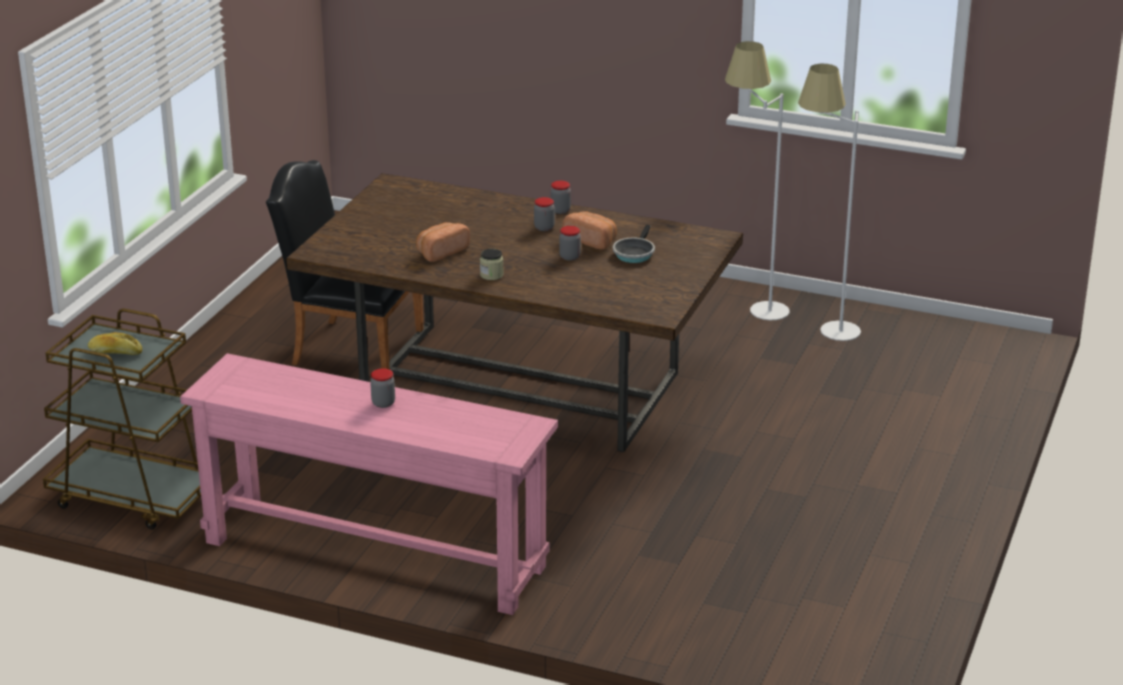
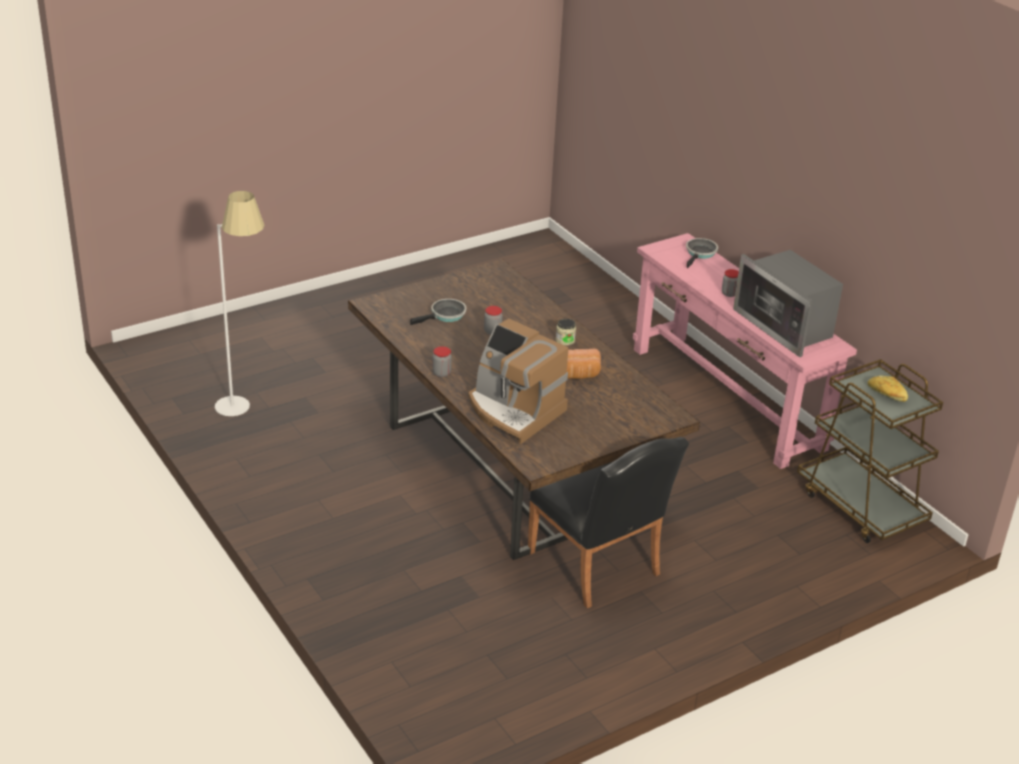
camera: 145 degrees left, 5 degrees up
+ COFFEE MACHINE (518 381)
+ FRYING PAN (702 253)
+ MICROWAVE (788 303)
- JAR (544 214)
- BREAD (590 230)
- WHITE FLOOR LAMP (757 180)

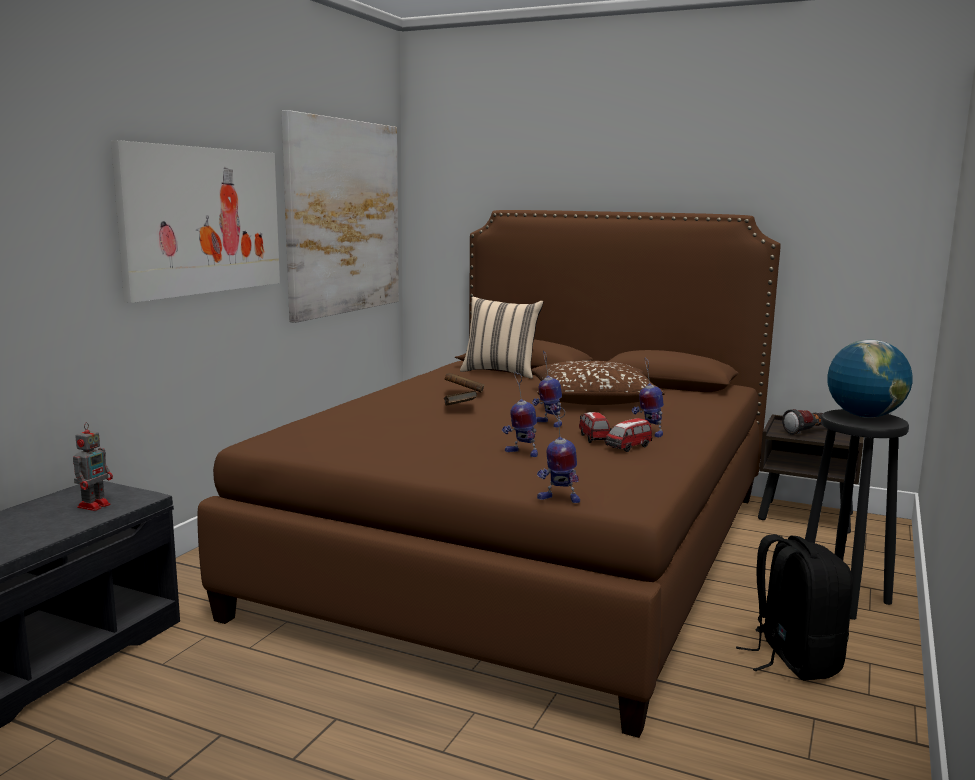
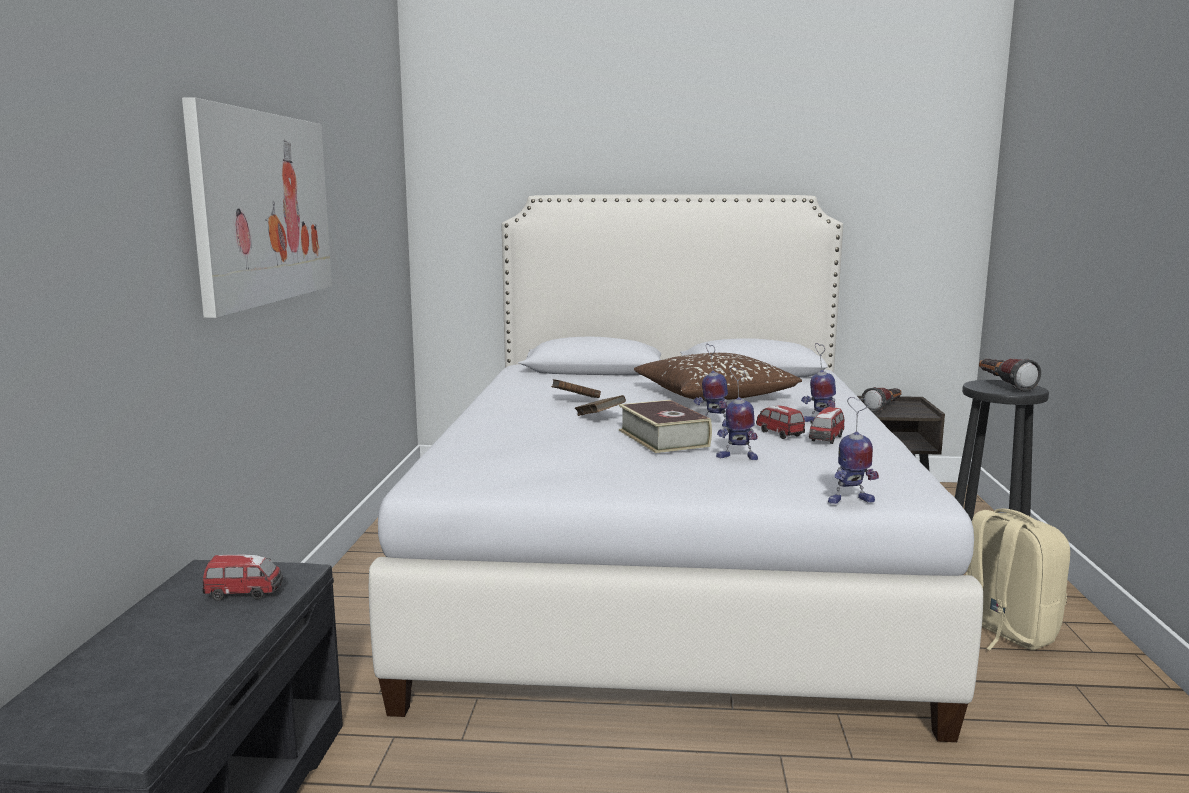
camera: 20 degrees left, 0 degrees up
~ TOY ROBOT (93 466) to TOY CAR (243 578)
~ BROWN BED (489 474) to WHITE BED (676 468)
+ BOOK (665 426)
~ BLACK BACKPACK (794 607) to BEIGE BACKPACK (1018 579)
~ GLOBE (870 378) to FLASHLIGHT (1010 375)
- PICTURE (340 216)
- BEIGE PILLOW (501 338)

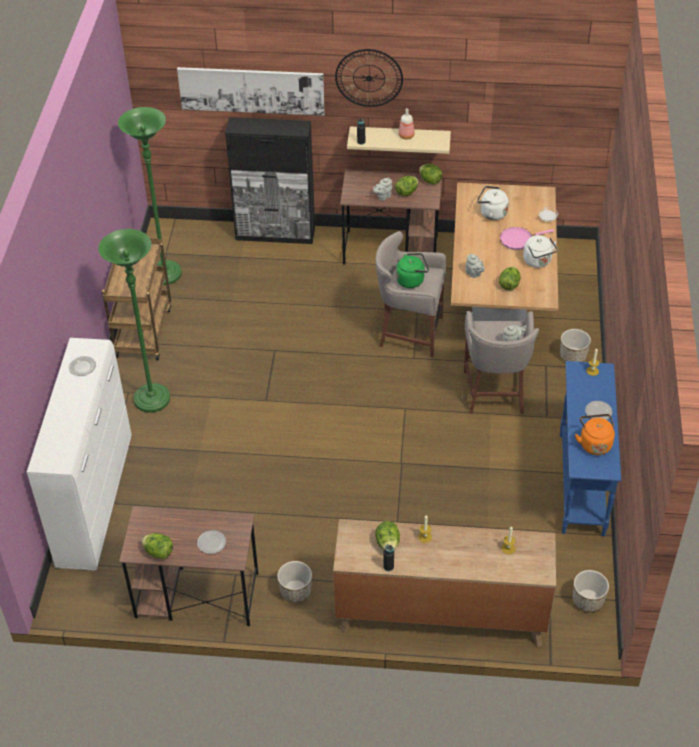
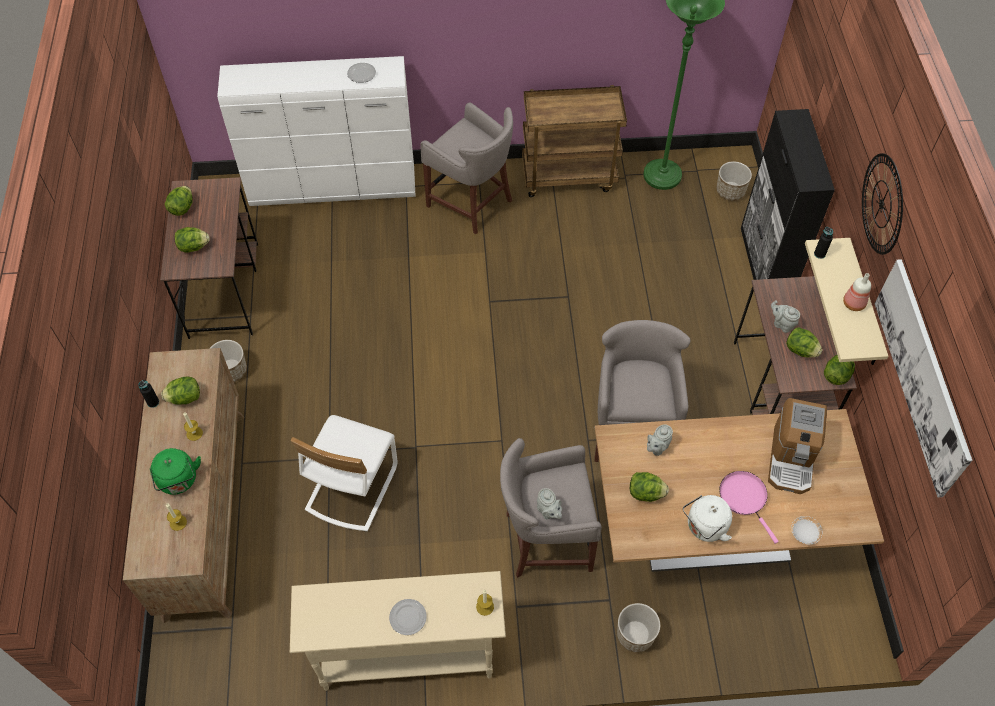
camera: 80 degrees right, 10 degrees up
~ GREEN KETTLE (412 270) to (175 471)
~ PLATE (211 542) to LETTUCE (192 239)
~ BLUE CONSOLE TABLE (590 449) to BEIGE CONSOLE TABLE (398 631)
+ WHITE CHAIR (344 473)
~ GREEN FLOOR LAMP (134 321) to GREY STOOL (466 168)
~ PLANTER (591 591) to (734 181)
~ WHITE KETTLE (493 203) to COFFEE MACHINE (797 446)
~ PICTURE (251 91) to (923 378)
- ORANGE KETTLE (595 434)

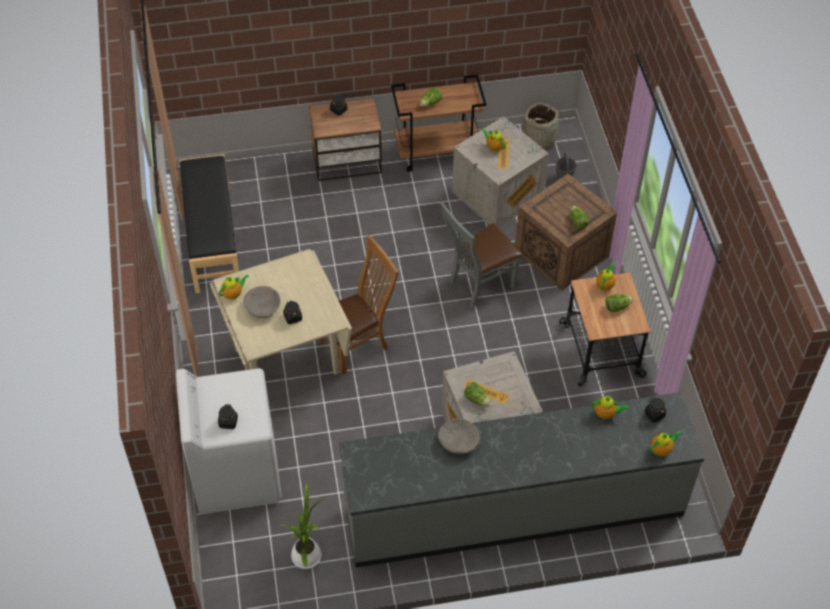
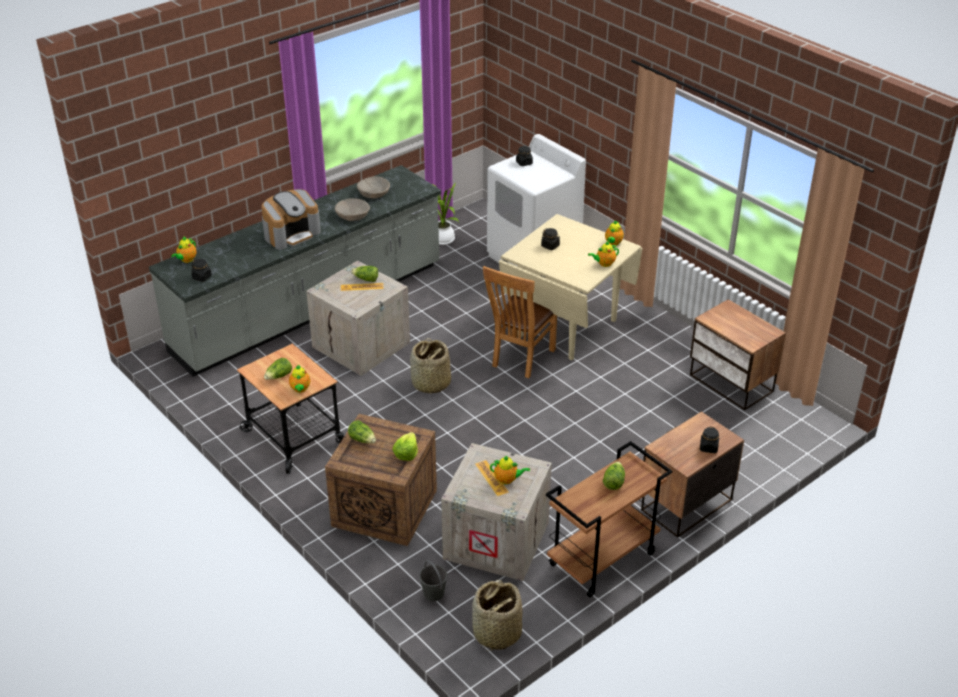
camera: 150 degrees right, 15 degrees down
+ COFFEE MACHINE (291 219)
~ BEIGE BOWL (262 302) to (373 187)
+ LETTUCE (405 446)
+ BASKET (430 366)
~ TEAPOT (610 407) to (603 254)
~ BLACK BENCH (209 223) to NIGHTSTAND (738 354)
- GREY CHAIR (481 255)

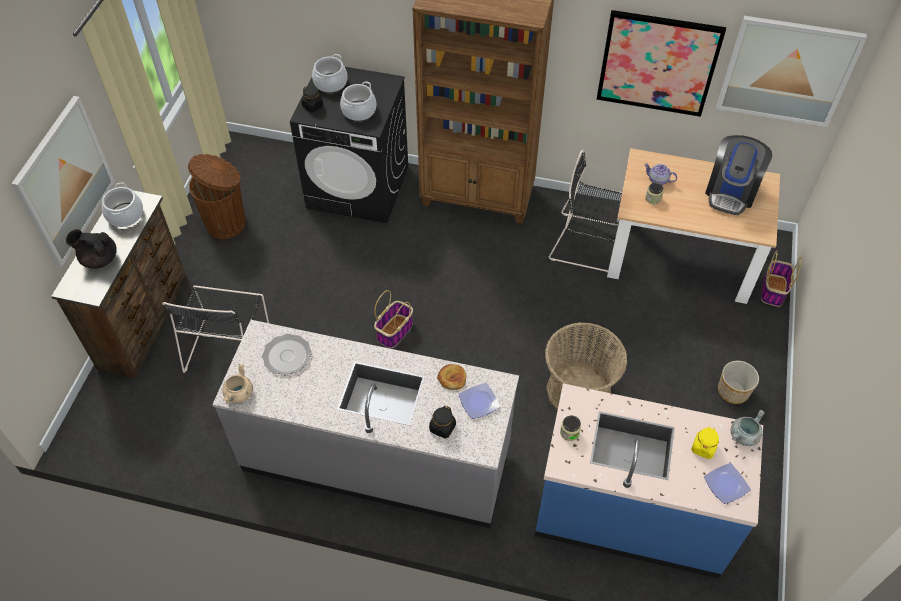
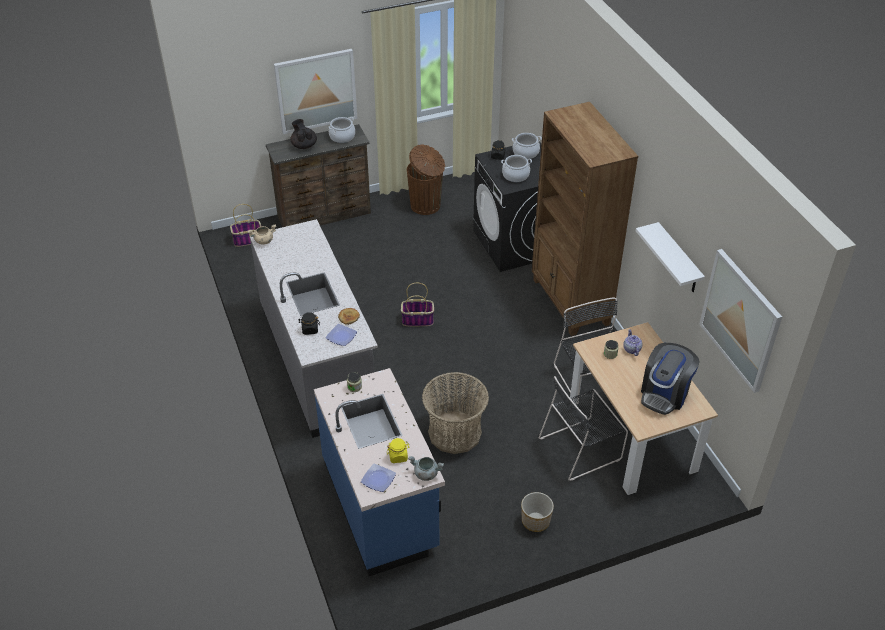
camera: 55 degrees right, 10 degrees down
~ BASKET (781 278) to (245 225)
~ BLACK CHAIR (215 329) to (583 428)
~ PICTURE (661 63) to WHITE SHELF (670 257)
~ COFFEE MACHINE (738 175) = (670 379) 45 degrees counterclockwise
- PLATE (287 354)

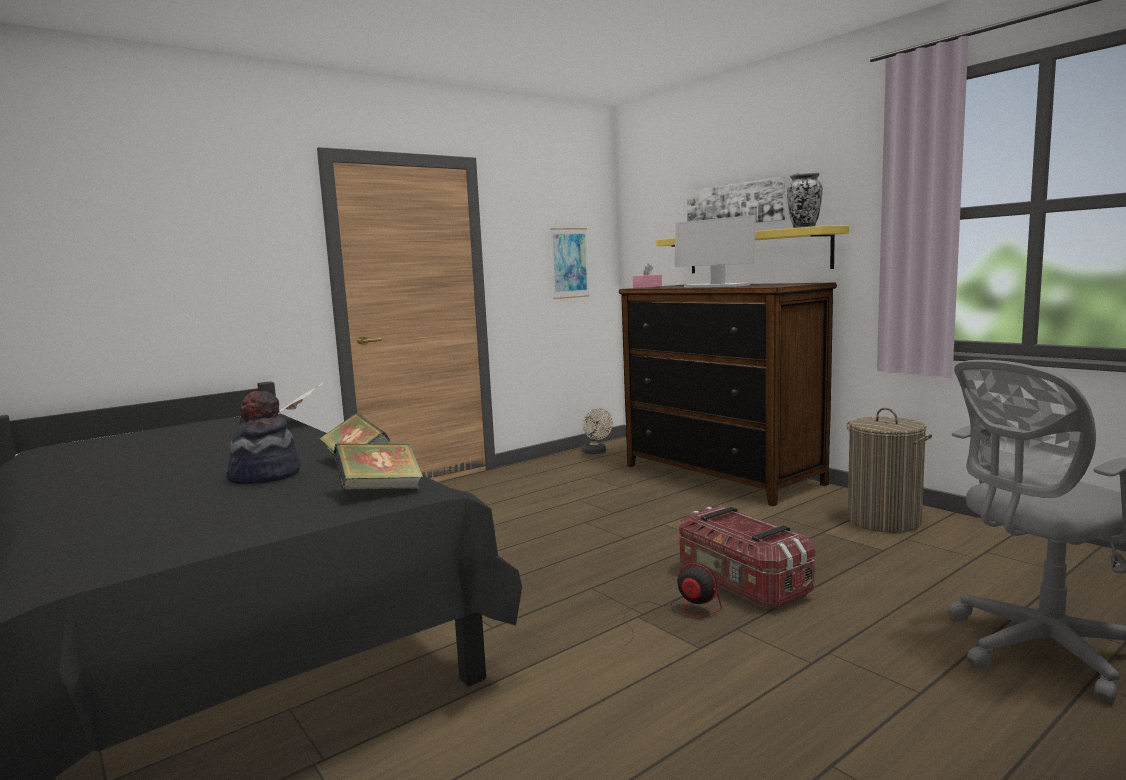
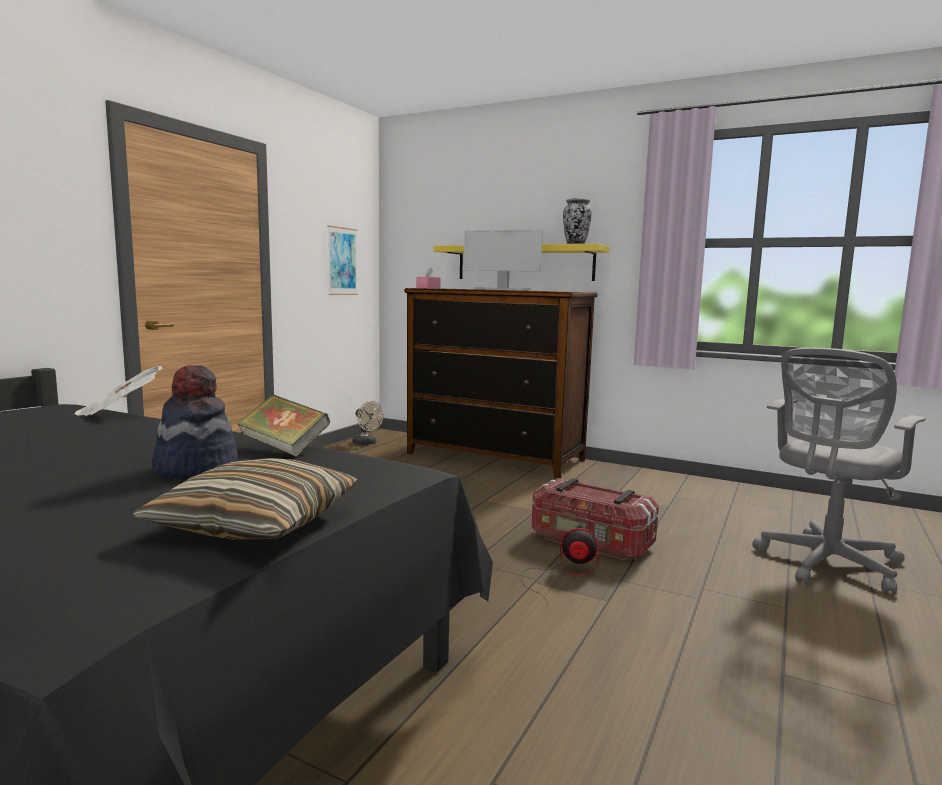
camera: 25 degrees left, 0 degrees up
+ PILLOW (245 499)
- BOOK (378 466)
- PICTURE (736 200)
- LAUNDRY BASKET (889 470)

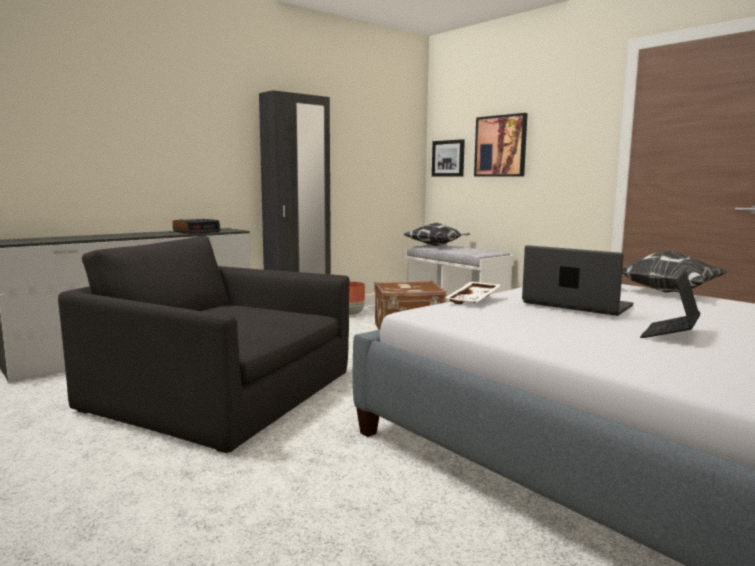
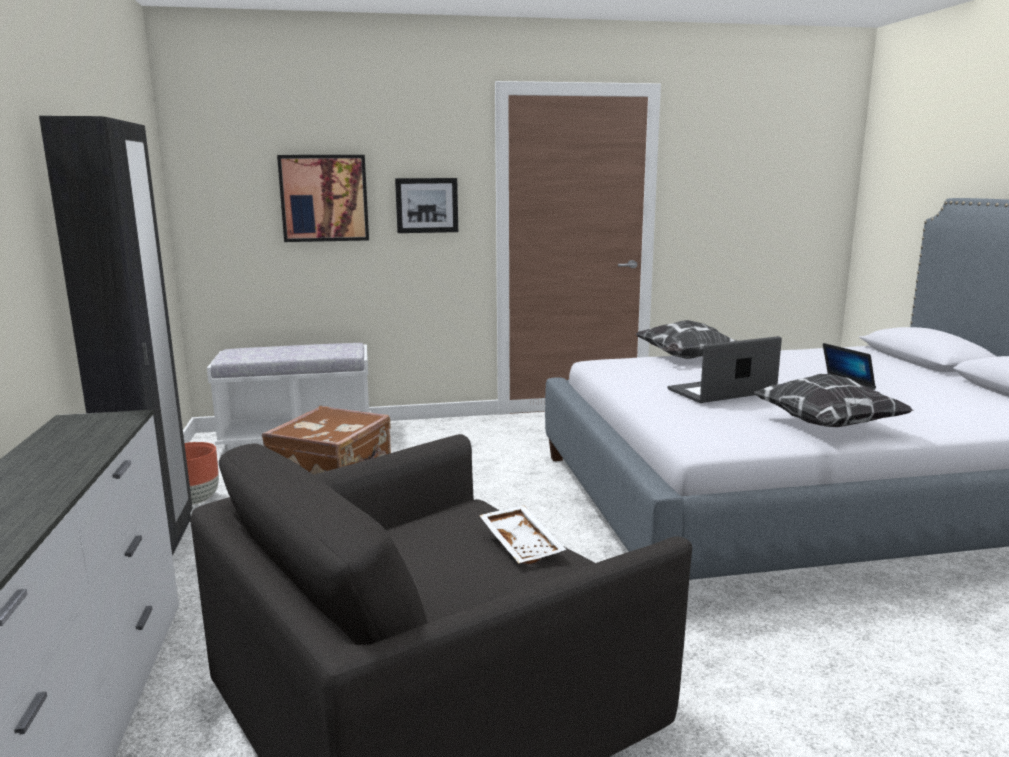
camera: 60 degrees left, 5 degrees up
~ PICTURE (448 158) to (426 205)
~ WHITE TRAY (473 293) to (523 534)
~ PILLOW (437 234) to (833 400)
- ALARM CLOCK (196 226)

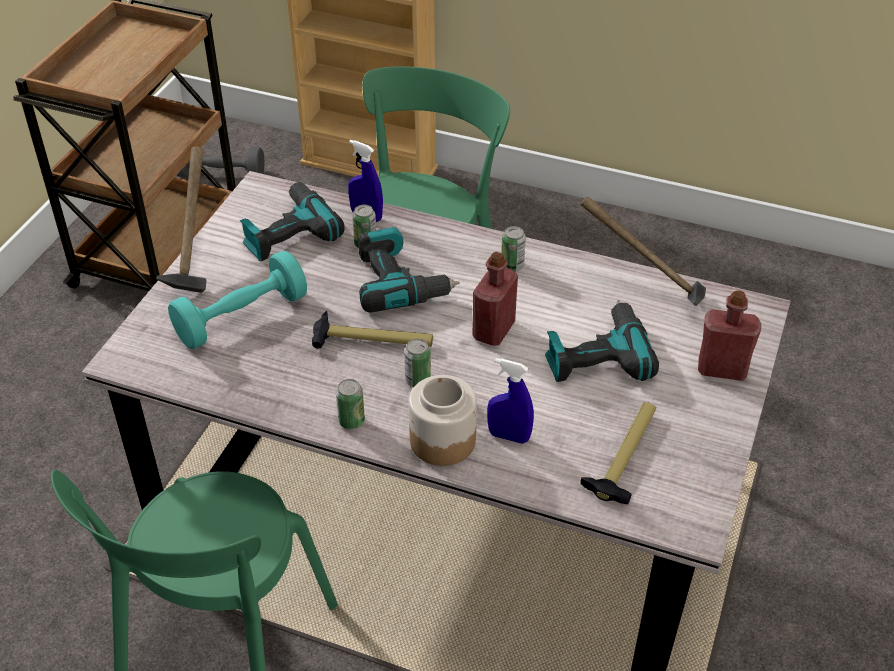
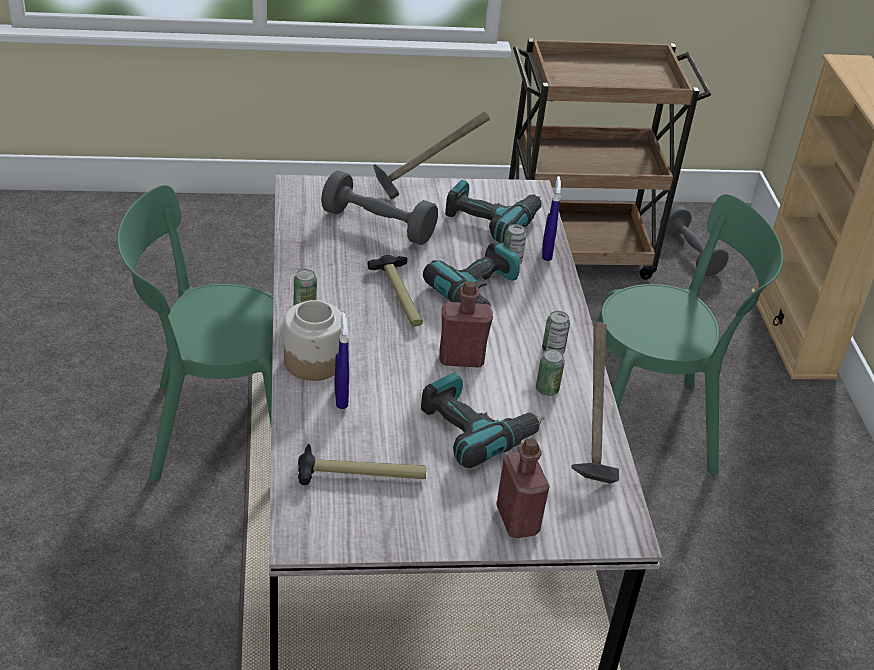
camera: 60 degrees right, 5 degrees down
~ TURQUOISE DUMBBELL (237 300) to GREY DUMBBELL (379 207)
~ CAN (417 363) to (550 372)

